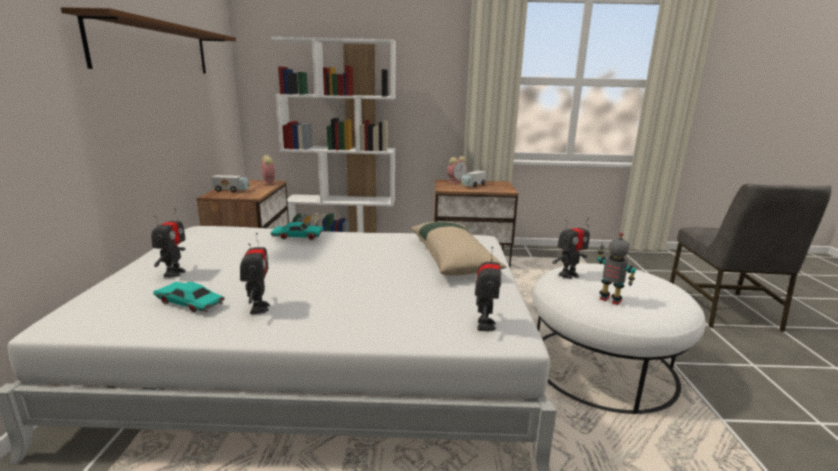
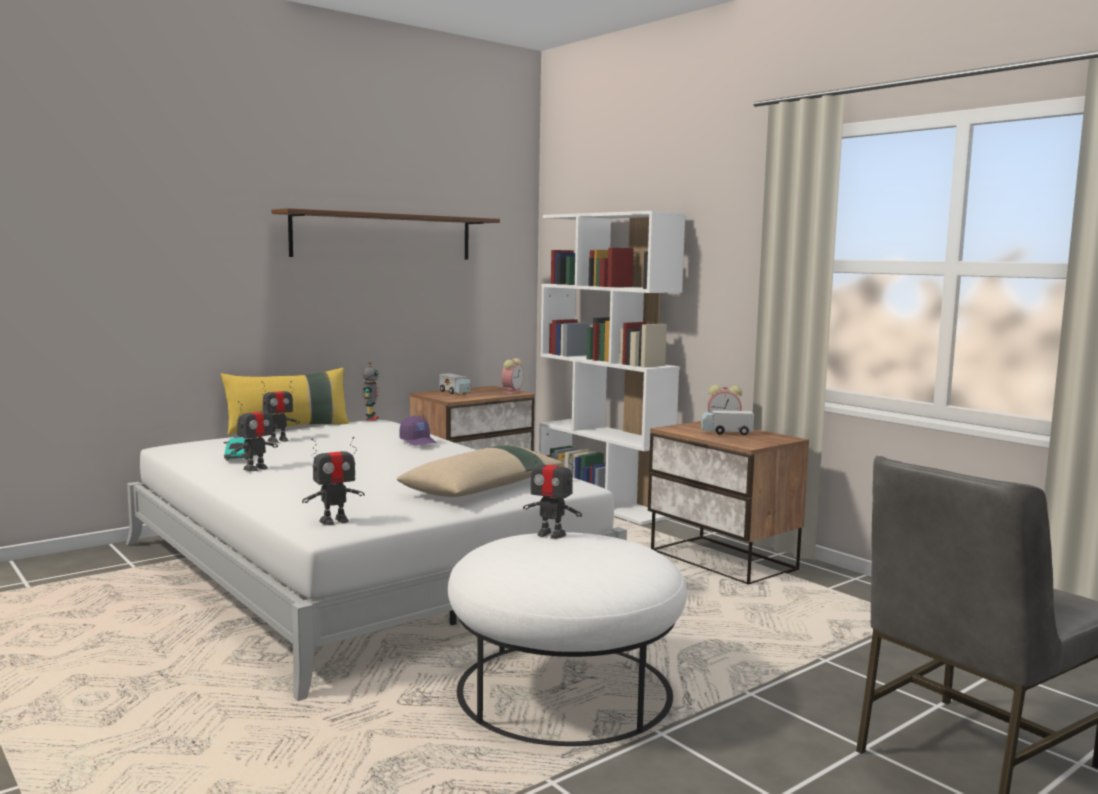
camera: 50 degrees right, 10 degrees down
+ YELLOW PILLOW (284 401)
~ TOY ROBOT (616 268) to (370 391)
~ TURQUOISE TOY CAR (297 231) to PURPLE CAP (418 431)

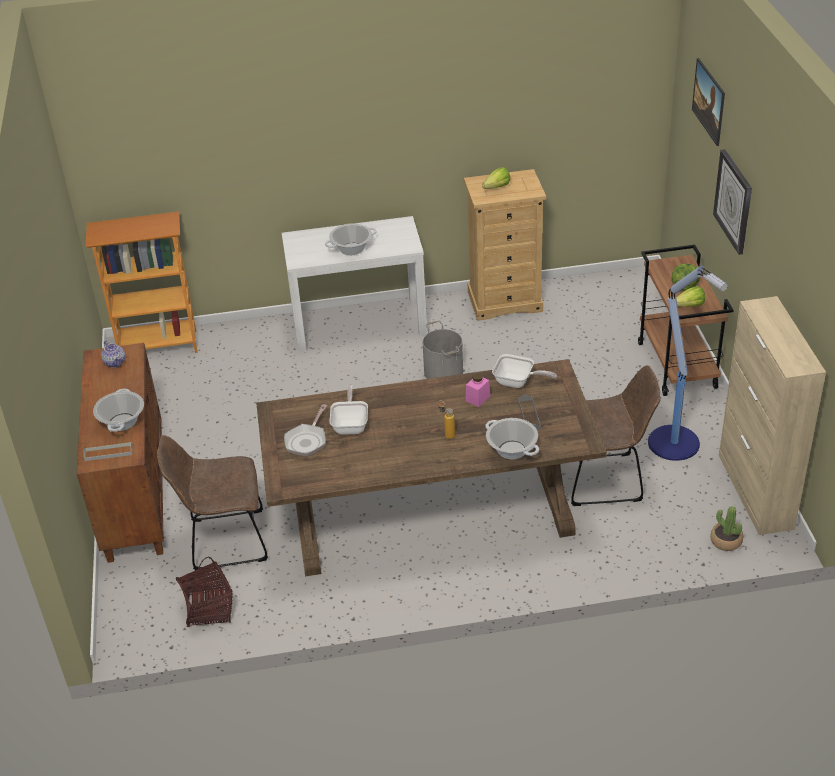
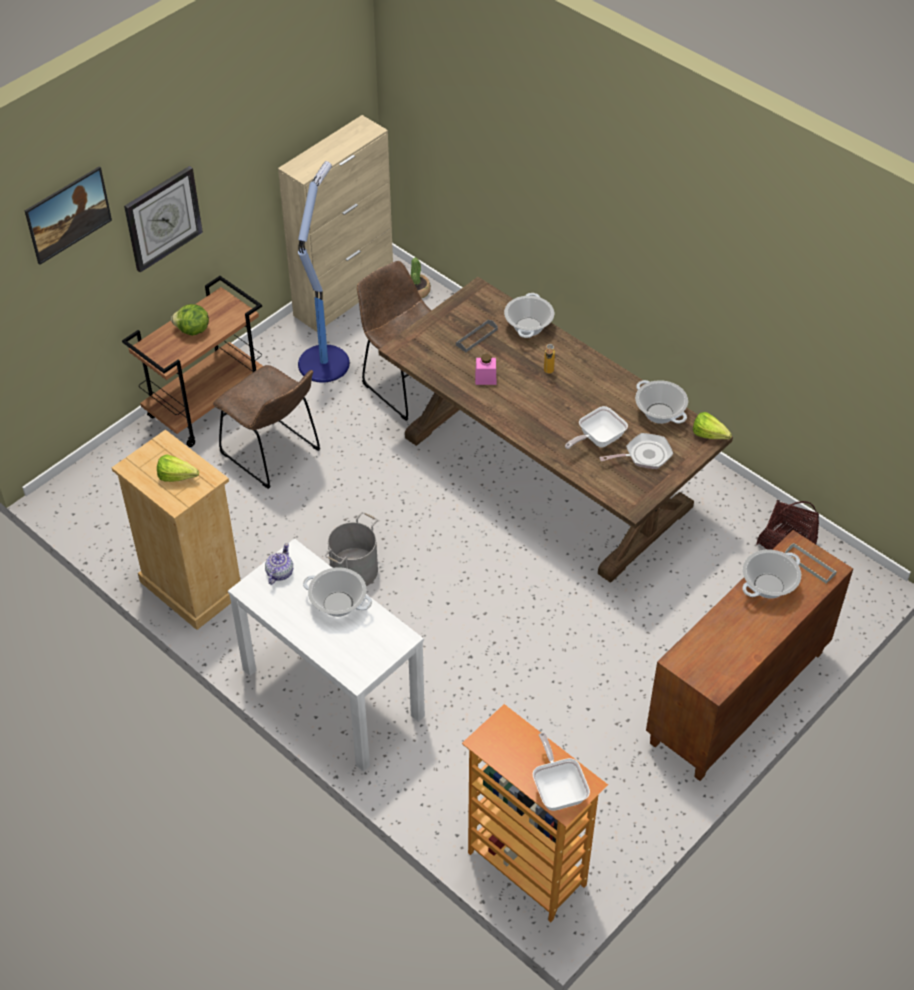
camera: 130 degrees left, 10 degrees up
~ BROWN CHAIR (212 502) to (266 427)
~ TEAPOT (113 354) to (279 564)
~ FRYING PAN (524 371) to (561 772)
+ COOKING POT (661 402)
~ LETTUCE (690 296) to (712 425)

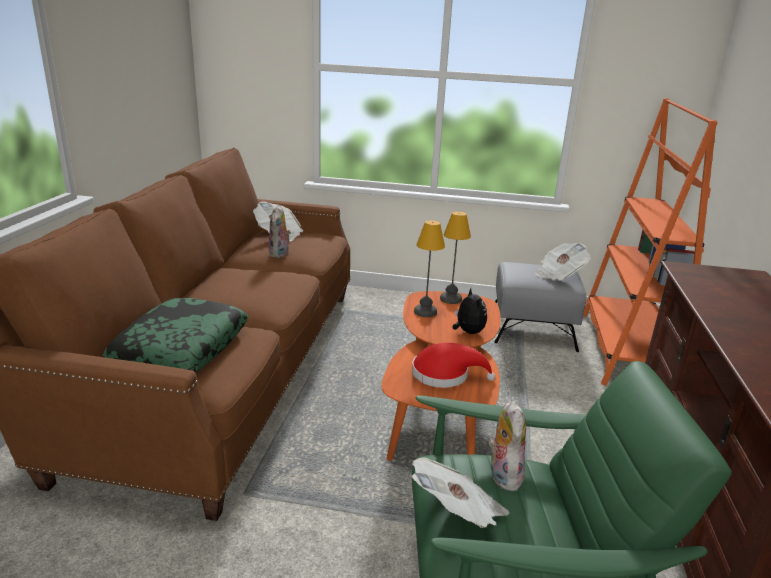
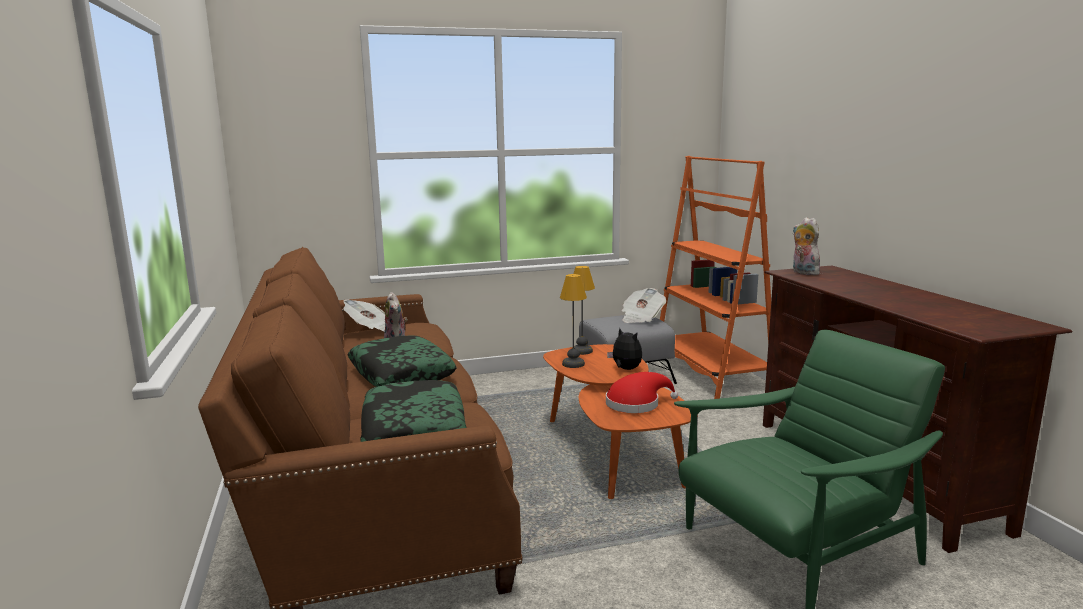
camera: 25 degrees left, 10 degrees down
+ PILLOW (402 361)
~ PLUSH TOY (507 446) to (806 246)
- NEWSPAPER (460 492)

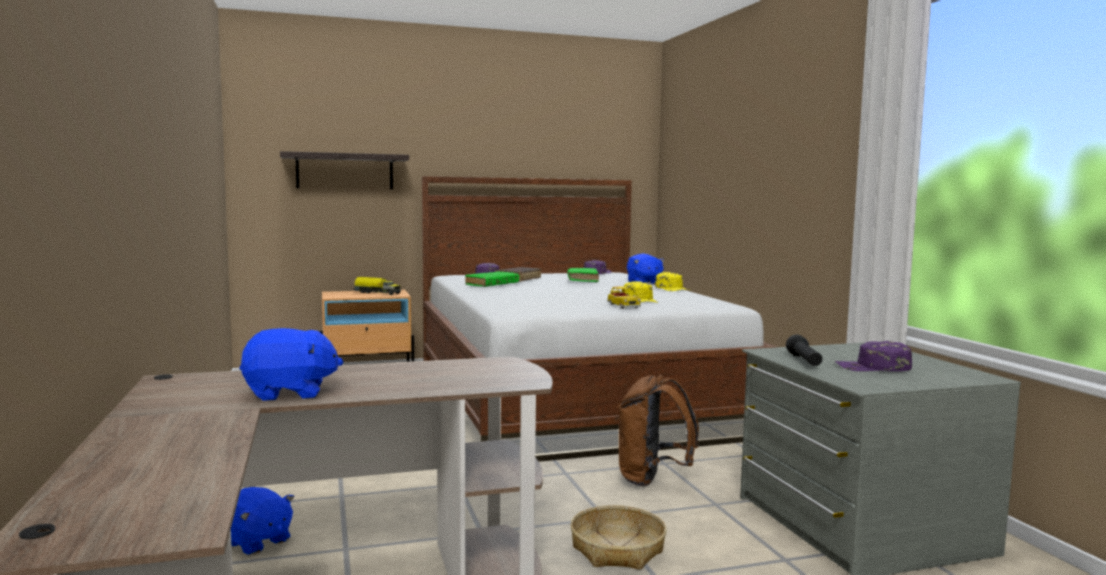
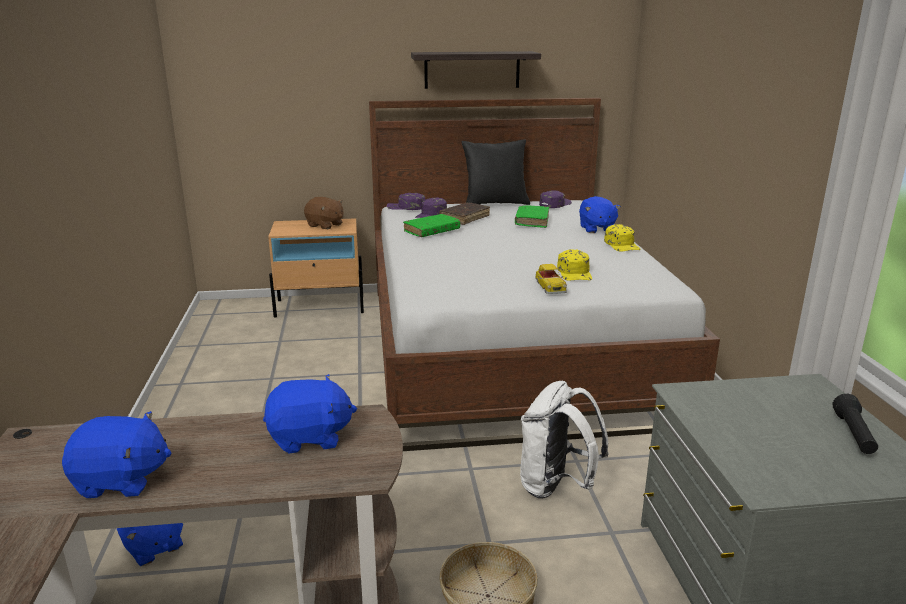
camera: 10 degrees right, 15 degrees up
+ BLUE PLUSH TOY (310 414)
~ TOY TRUCK (377 286) to BROWN PLUSH TOY (324 213)
~ PURPLE CAP (873 356) to (406 201)
~ SHELF (344 170) to (476 70)
+ BLACK PILLOW (496 172)
~ BROWN BACKPACK (658 430) to WHITE BACKPACK (564 440)
~ BLACK FLASHLIGHT (804 350) to (855 424)

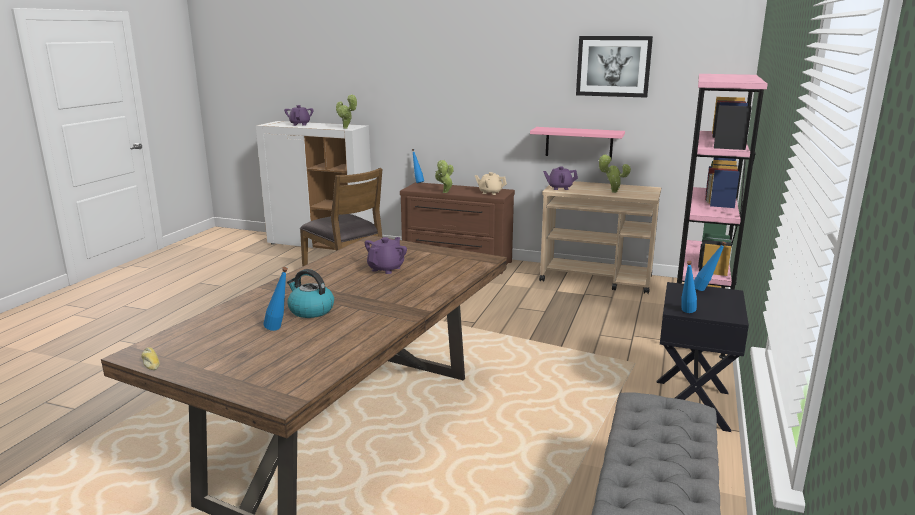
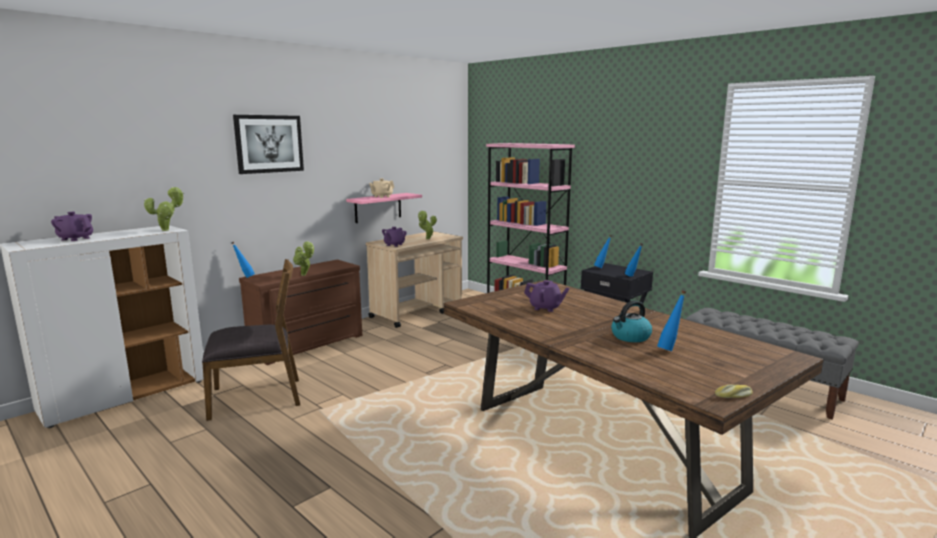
camera: 65 degrees left, 5 degrees down
~ PICTURE (614 67) to (268 144)
~ BEIGE TEAPOT (491 183) to (381 188)
~ PURPLE TEAPOT (386 255) = (547 296) 150 degrees clockwise

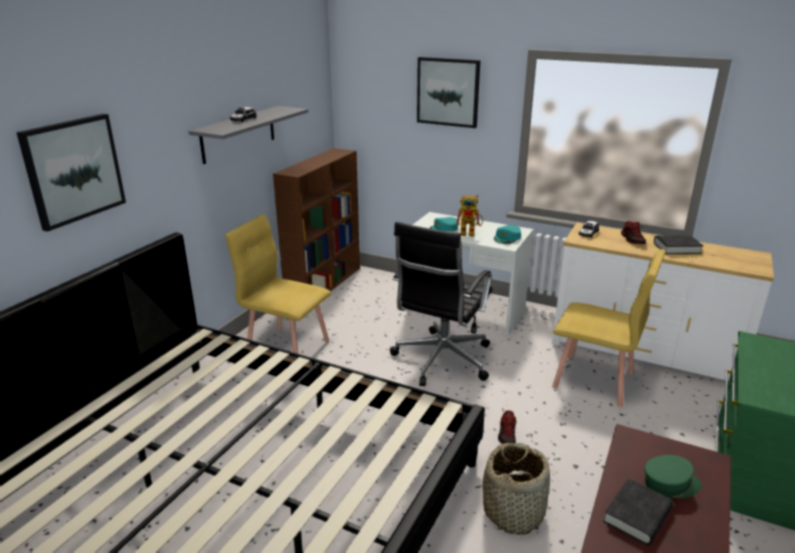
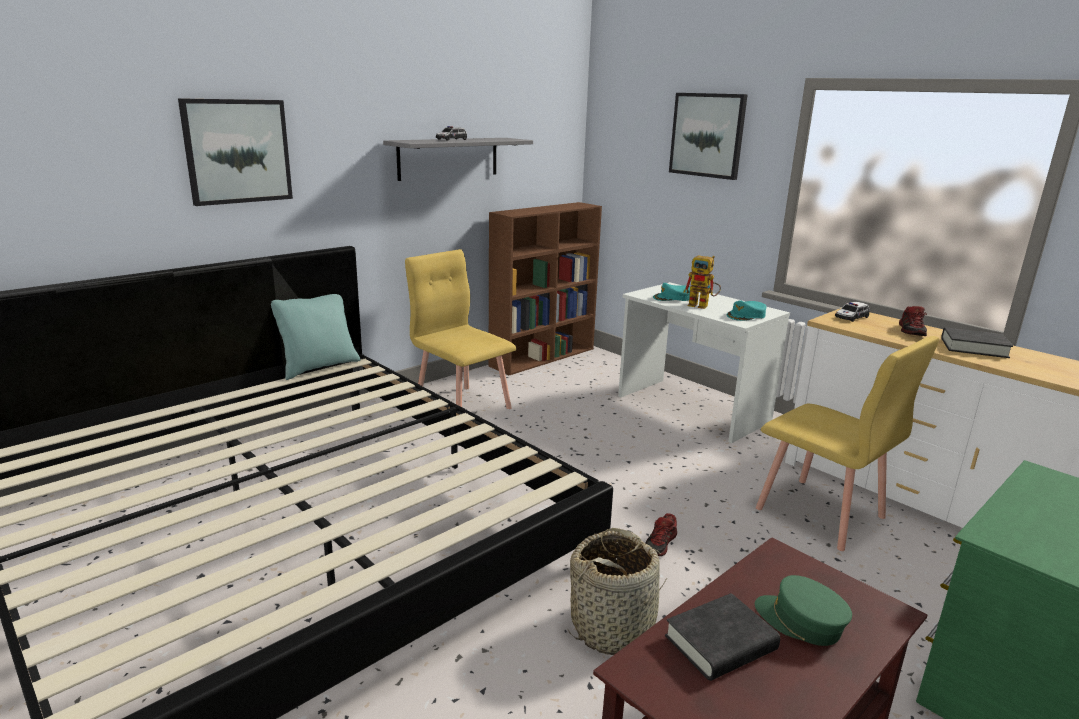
camera: 20 degrees right, 5 degrees down
+ TURQUOISE PILLOW (316 337)
~ GREEN CAP (673 476) = (803 610) 150 degrees counterclockwise
- BLACK OFFICE CHAIR (441 304)

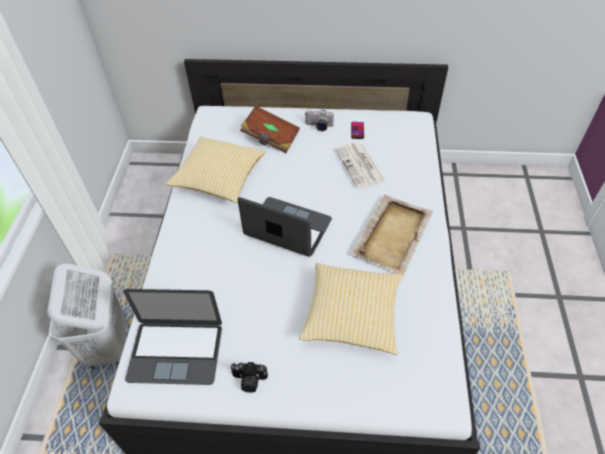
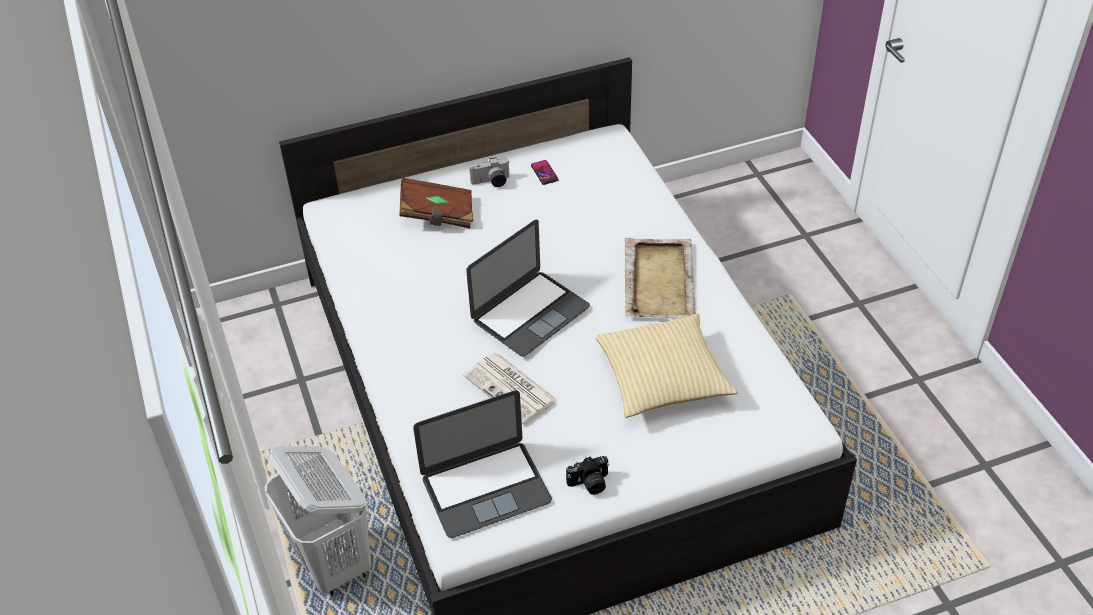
camera: 25 degrees left, 5 degrees down
~ NEWSPAPER (360 165) to (510 389)
~ LAPTOP (284 227) = (528 288) 135 degrees clockwise
- PILLOW (215 170)

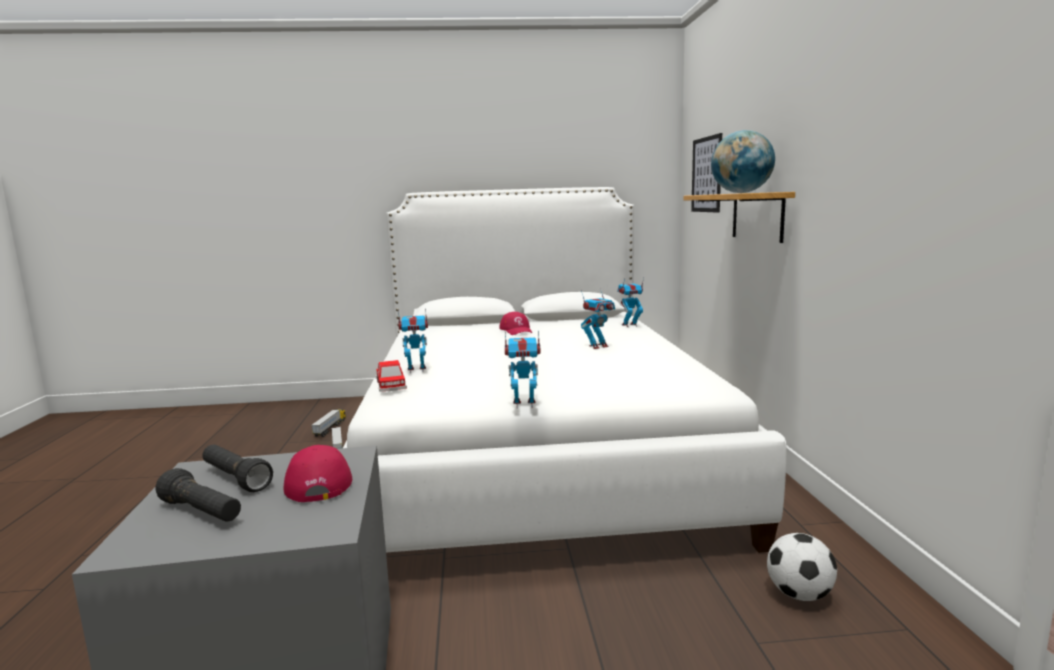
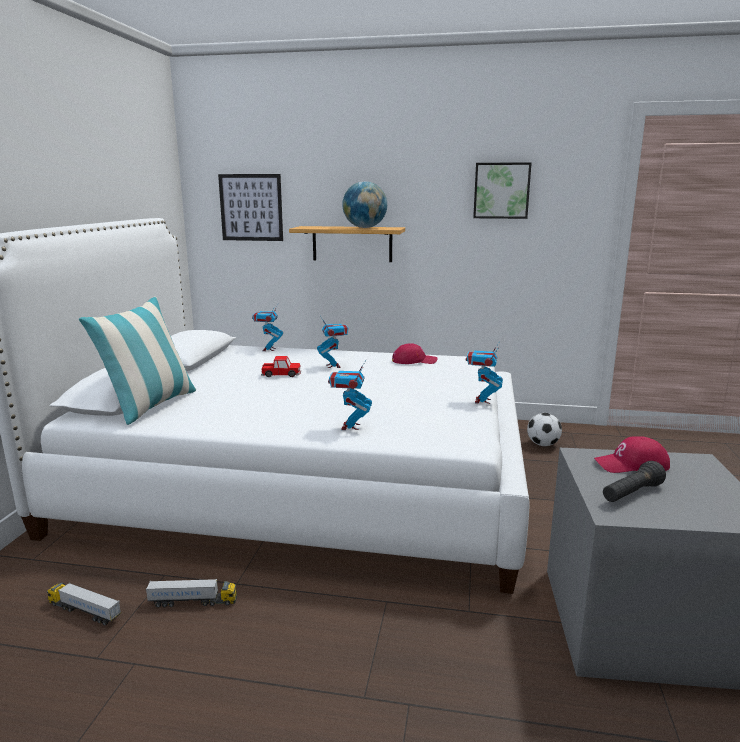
camera: 75 degrees left, 5 degrees up
+ PILLOW (137 361)
~ TOY CAR (391 376) to (281 366)
~ RED CAP (515 323) to (414 353)
+ PICTURE (502 190)
- BLACK FLASHLIGHT (198 494)

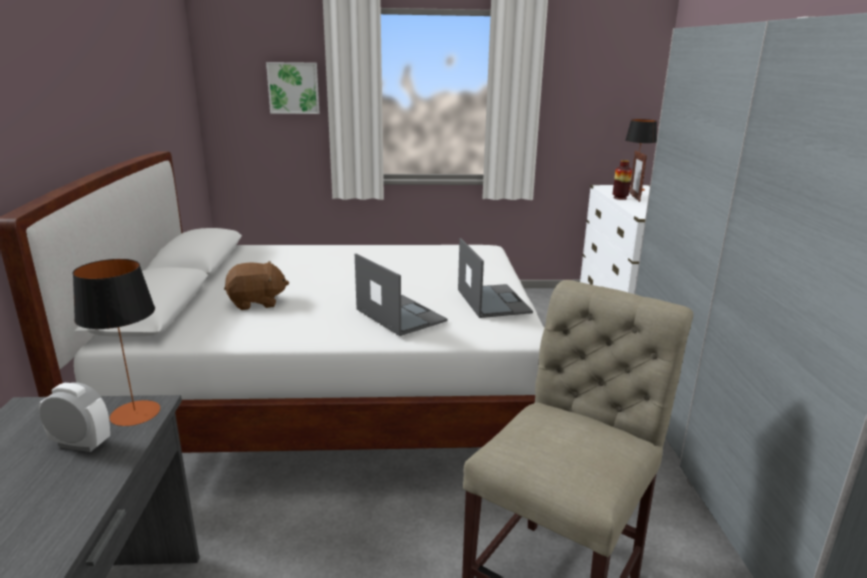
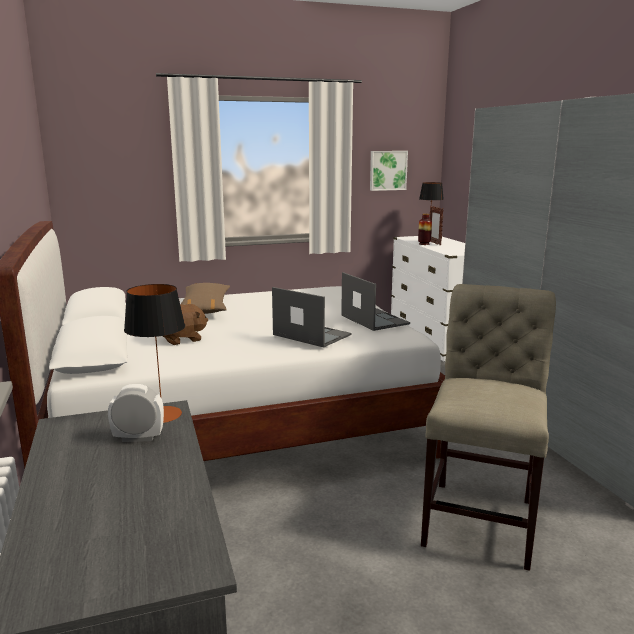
camera: 15 degrees left, 5 degrees down
+ BROWN PILLOW (205 298)
~ PICTURE (292 88) to (389 171)

